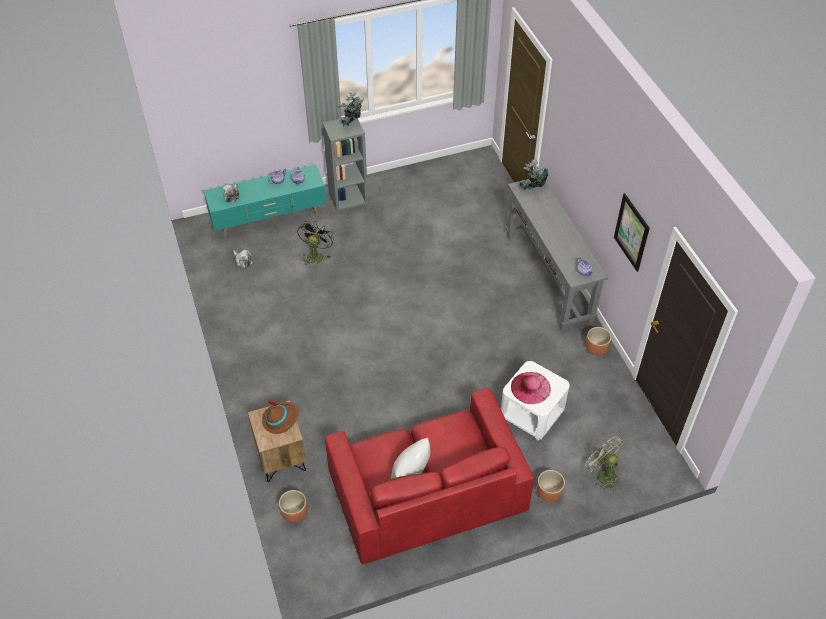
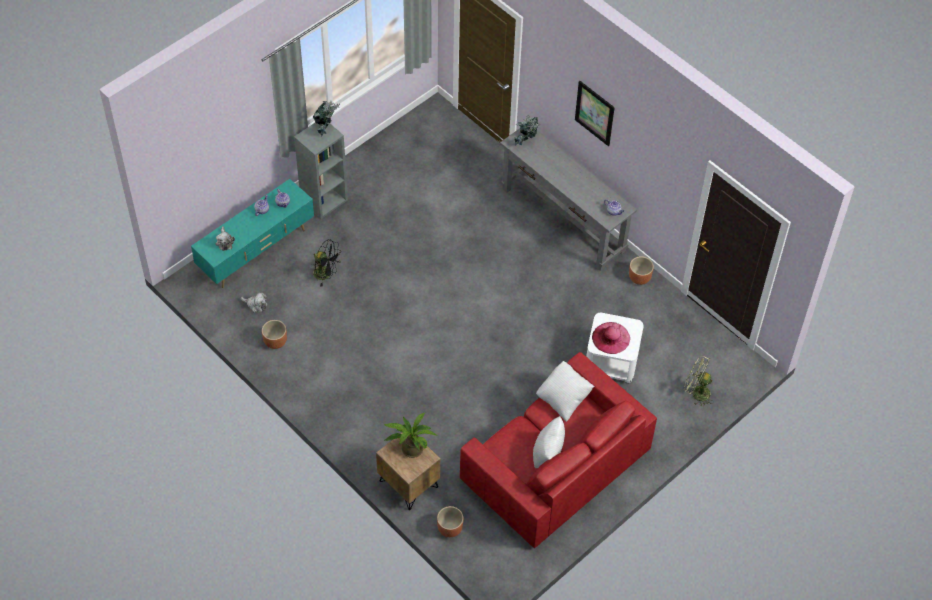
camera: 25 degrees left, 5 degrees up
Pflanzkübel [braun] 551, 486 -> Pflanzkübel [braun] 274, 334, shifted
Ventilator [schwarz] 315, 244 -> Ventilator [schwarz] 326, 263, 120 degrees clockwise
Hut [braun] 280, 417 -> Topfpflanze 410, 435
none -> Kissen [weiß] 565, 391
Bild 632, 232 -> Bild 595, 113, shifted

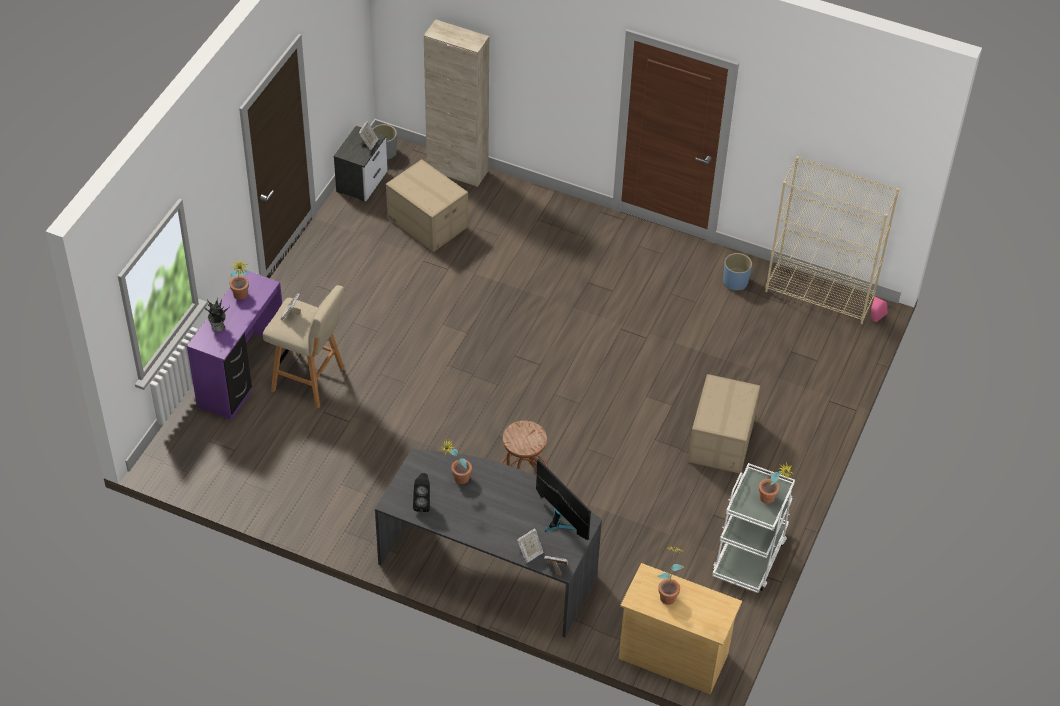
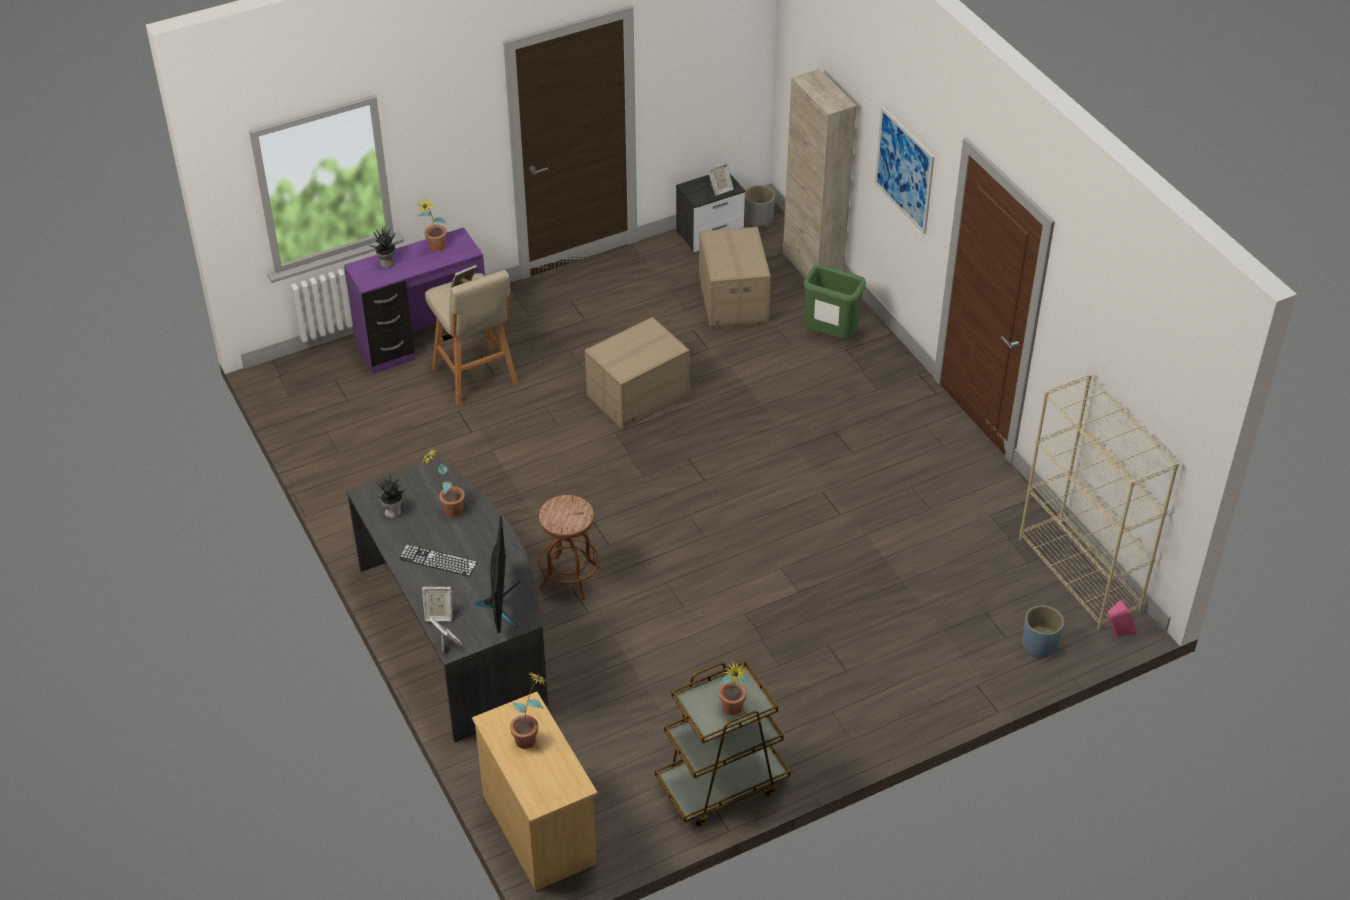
camera: 40 degrees right, 5 degrees down
Lautsprecher [schwarz] 421, 492 -> Topfpflanze 393, 495
none -> Tastatur 438, 560
Karton 724, 424 -> Karton 637, 373, shifted
Rollwagen [weiß] 753, 528 -> Rollwagen [braun] 722, 743
none -> Mülleimer [grün] 834, 302
none -> Bild 904, 170
Pflanzkübel [blau] 737, 271 -> Pflanzkübel [blau] 1043, 631, shifted

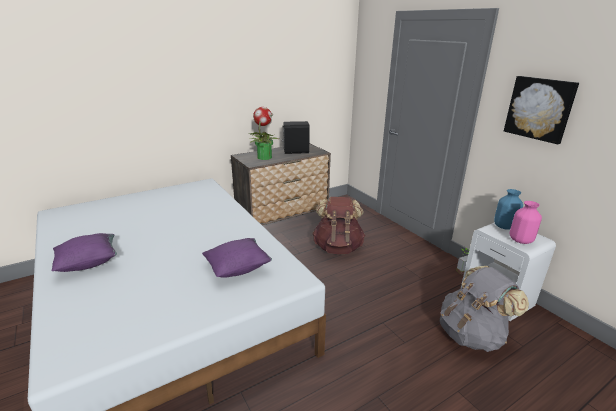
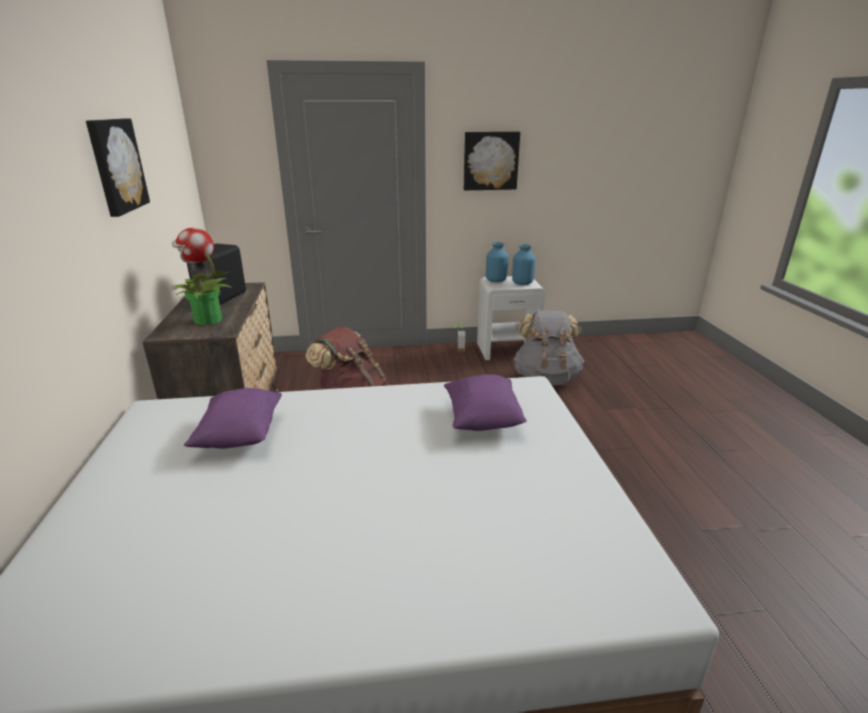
camera: 65 degrees left, 0 degrees up
none -> Bild 118, 167
Kissen [lila] 84, 252 -> Kissen [lila] 233, 418, shifted
Vase [rosa] 525, 222 -> Vase [blau] 523, 264

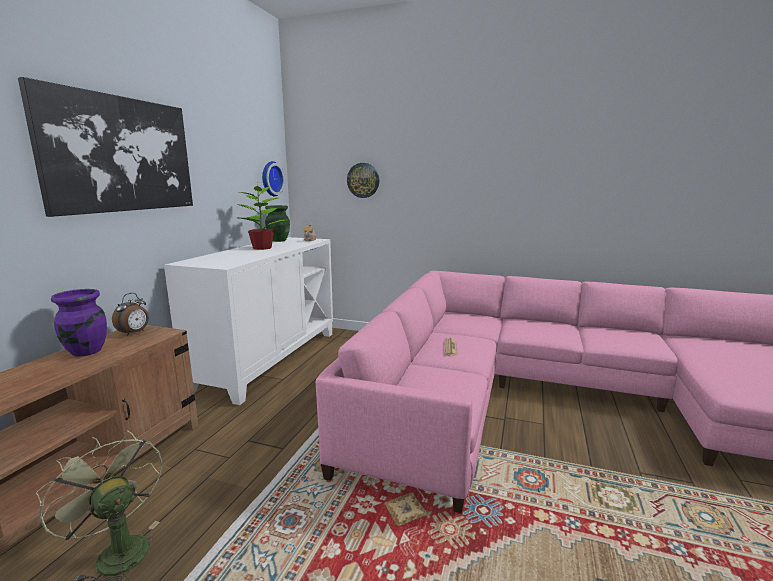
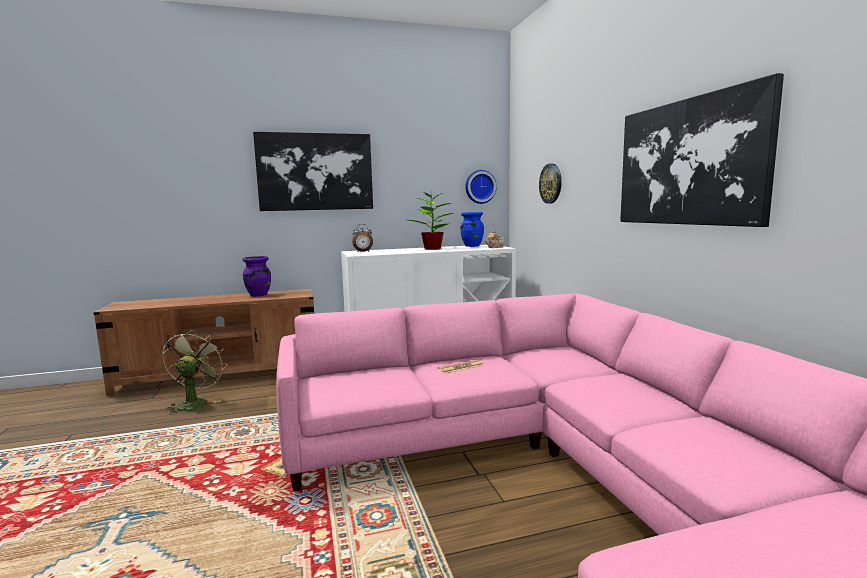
camera: 55 degrees right, 5 degrees down
Wecker 130, 314 -> Wecker 362, 238, shifted
Vase [grün] 277, 223 -> Vase [blau] 472, 229
none -> Bild 702, 150

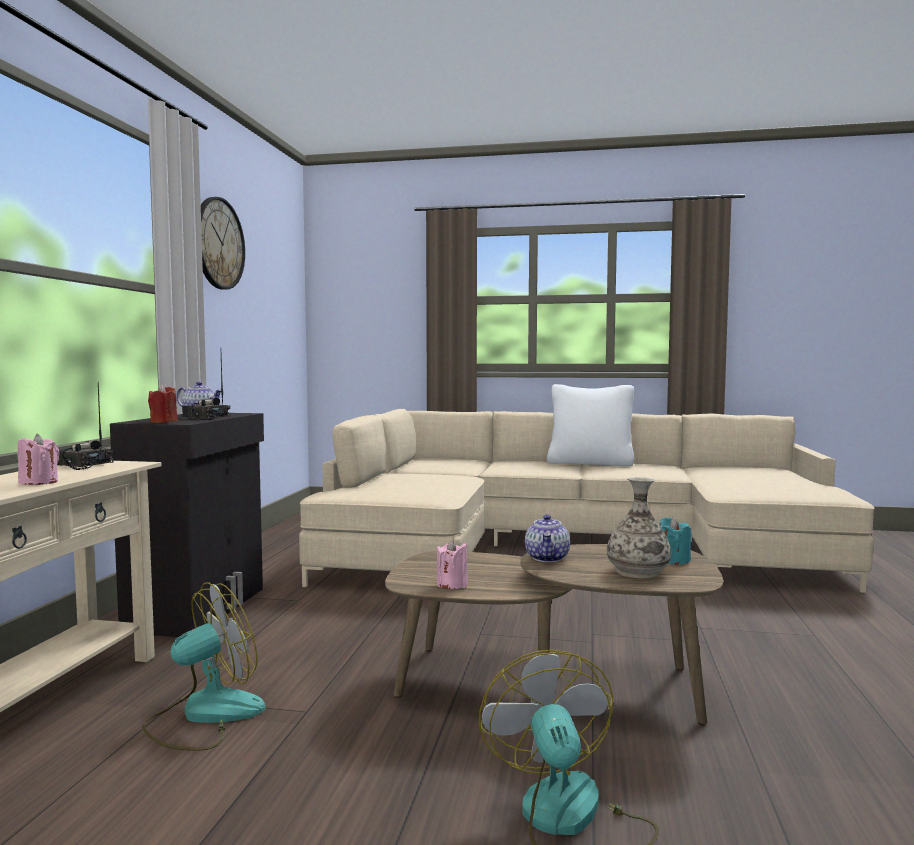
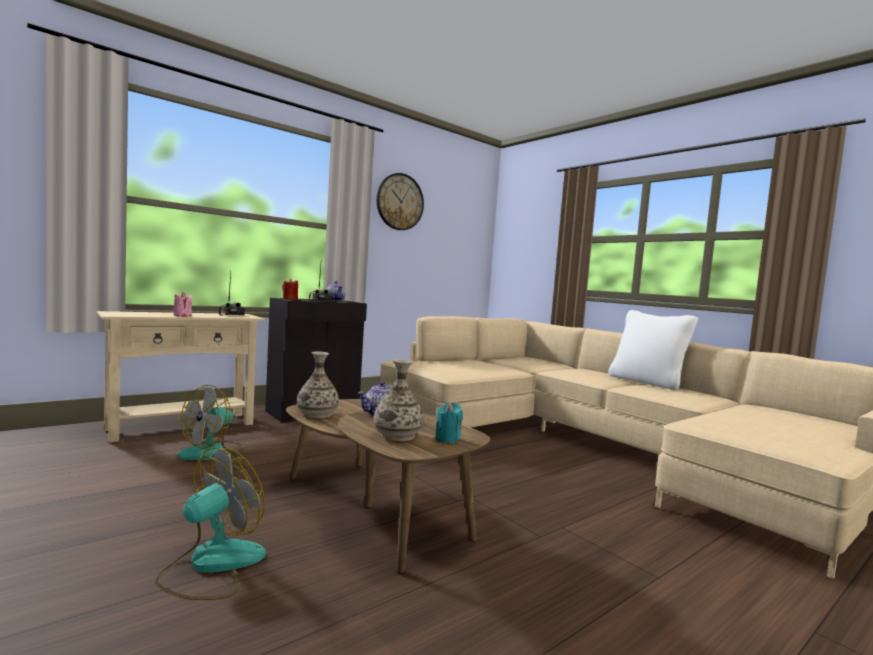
camera: 40 degrees right, 0 degrees up
Ventilator 203, 666 -> Ventilator 211, 422, 120 degrees clockwise
Kerze [rosa] 452, 564 -> Vase 318, 384

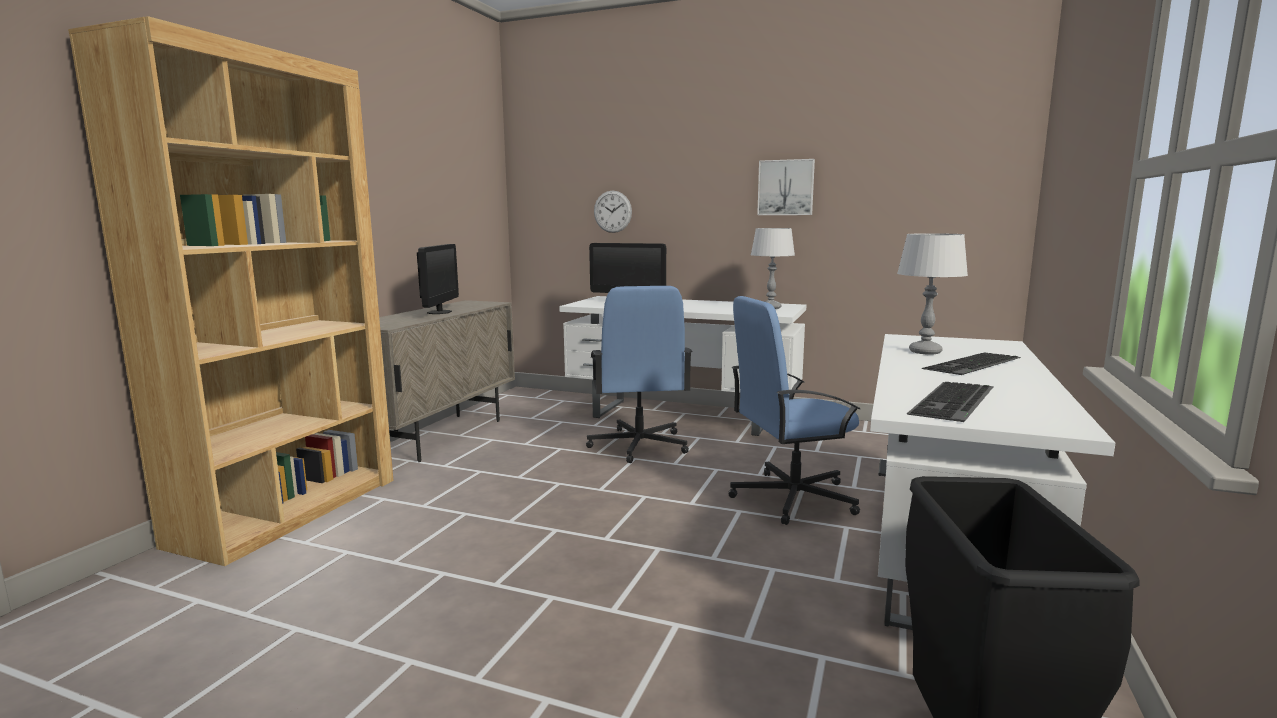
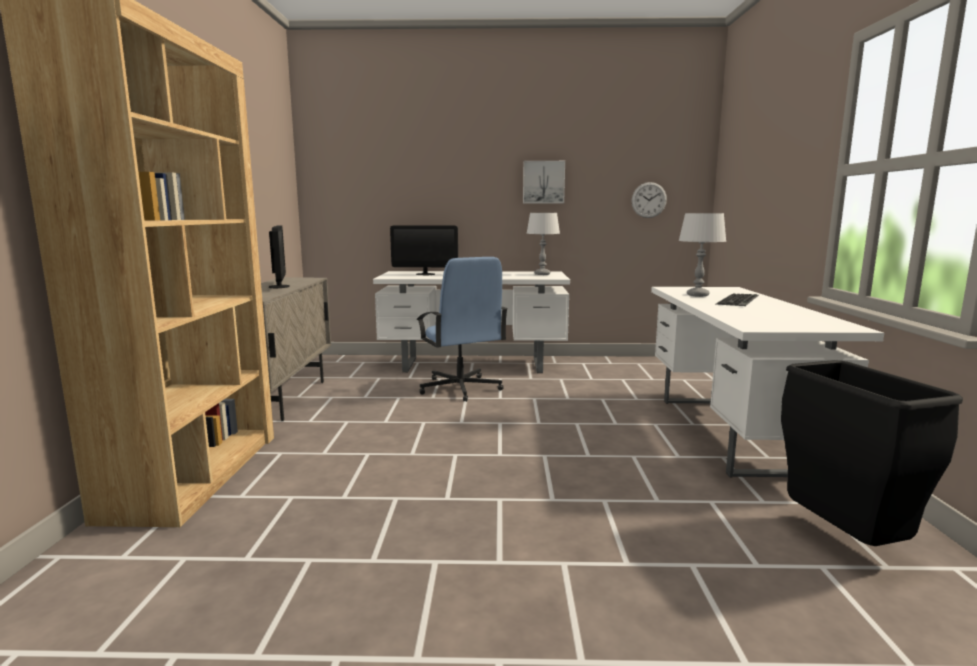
camera: 20 degrees left, 0 degrees up
Wanduhr 613, 212 -> Wanduhr 649, 200, shifted
Bürostuhl [blau] 794, 410 -> none
Tastatur 950, 402 -> none

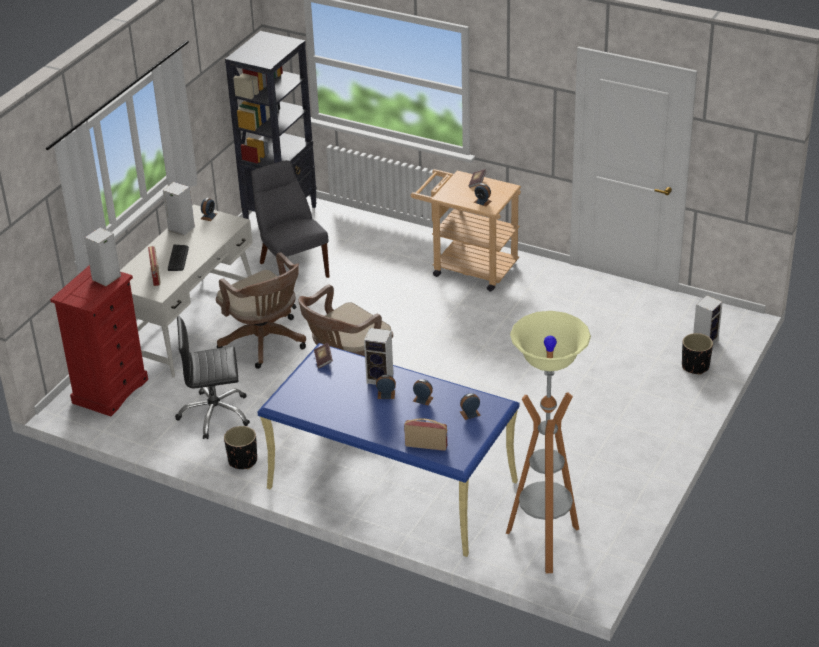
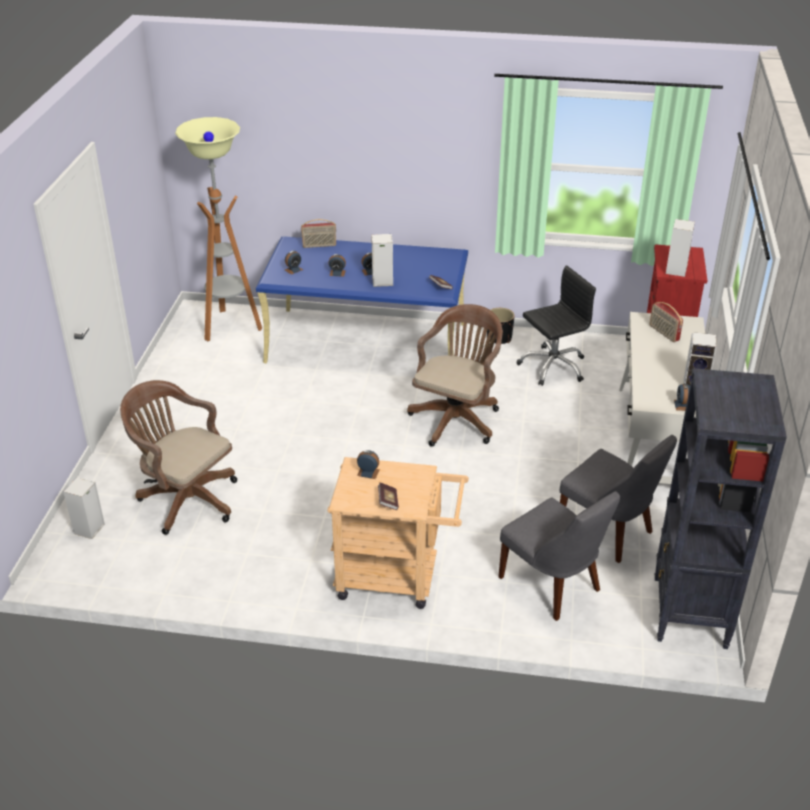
camera: 160 degrees right, 0 degrees up
Bürostuhl [braun] 261, 310 -> Bürostuhl [braun] 178, 457, shifted
none -> Stuhl [grau] 559, 556
Tastatur 178, 258 -> none
Pflanzkübel [schwarz] 697, 354 -> none

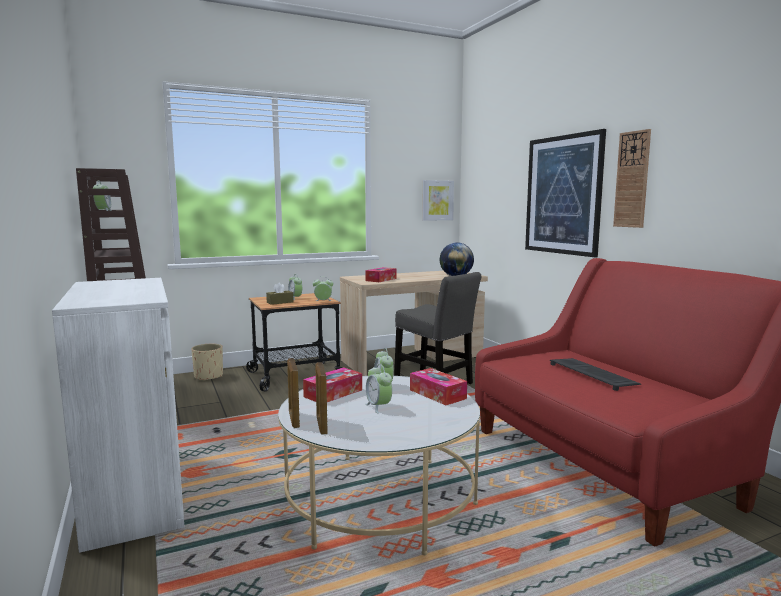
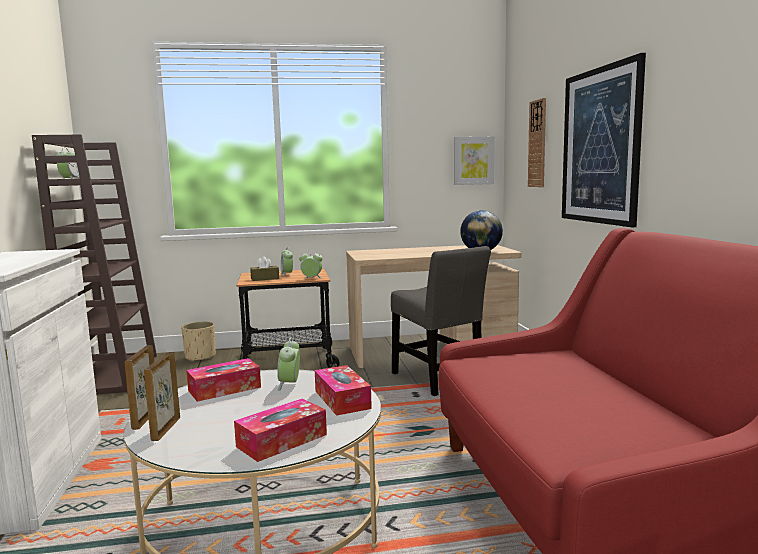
camera: 15 degrees right, 0 degrees up
Taschentuchbox 381, 274 -> Taschentuchbox 280, 430, shifted
Wanduhr 632, 178 -> Wanduhr 537, 142, shifted
Wecker 378, 389 -> none
Tastatur 595, 374 -> none

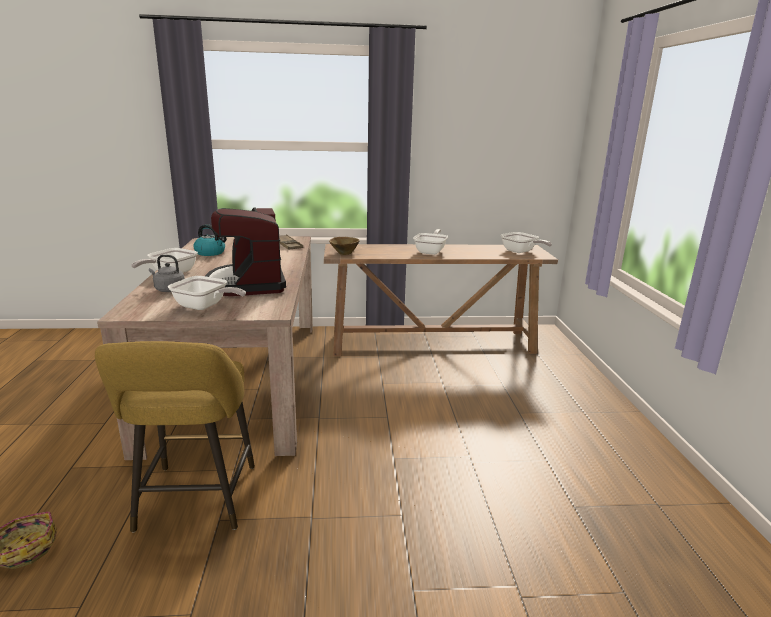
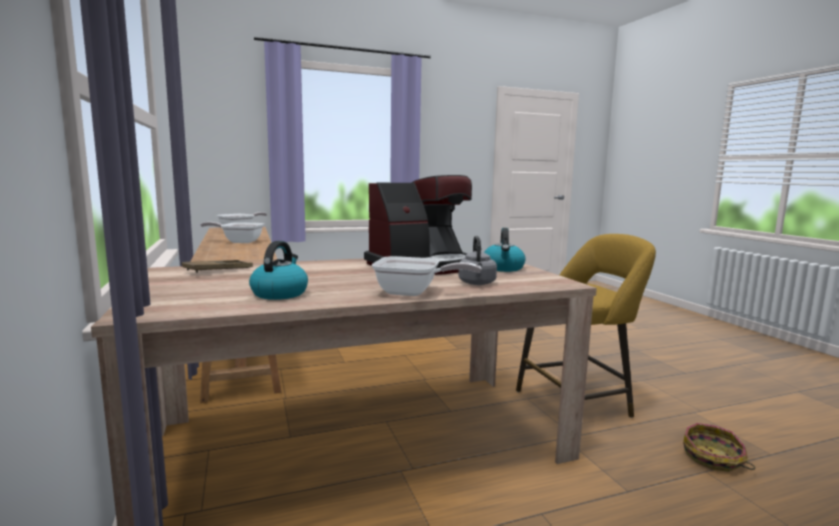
camera: 105 degrees left, 10 degrees down
Pfanne 207, 293 -> Wasserkessel 505, 250
Schüssel [braun] 344, 246 -> none

